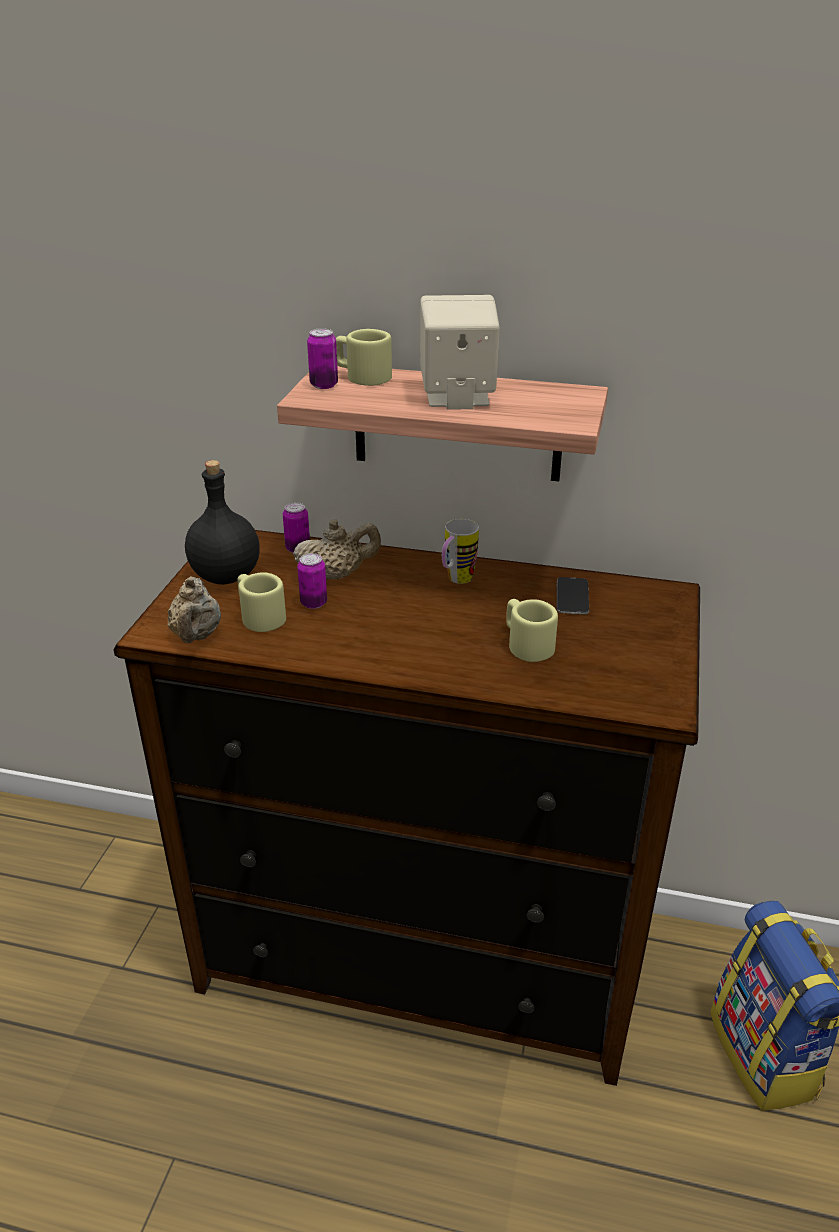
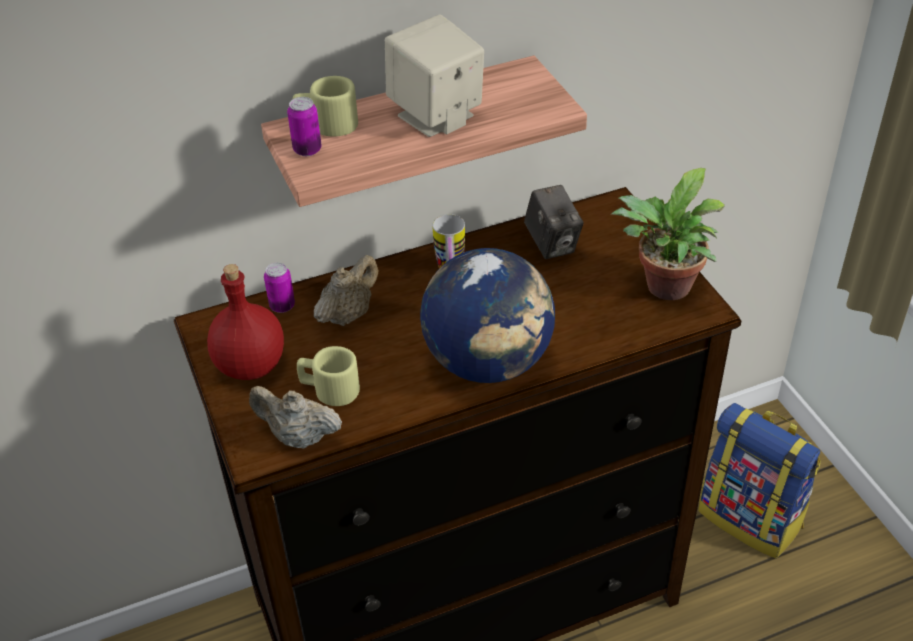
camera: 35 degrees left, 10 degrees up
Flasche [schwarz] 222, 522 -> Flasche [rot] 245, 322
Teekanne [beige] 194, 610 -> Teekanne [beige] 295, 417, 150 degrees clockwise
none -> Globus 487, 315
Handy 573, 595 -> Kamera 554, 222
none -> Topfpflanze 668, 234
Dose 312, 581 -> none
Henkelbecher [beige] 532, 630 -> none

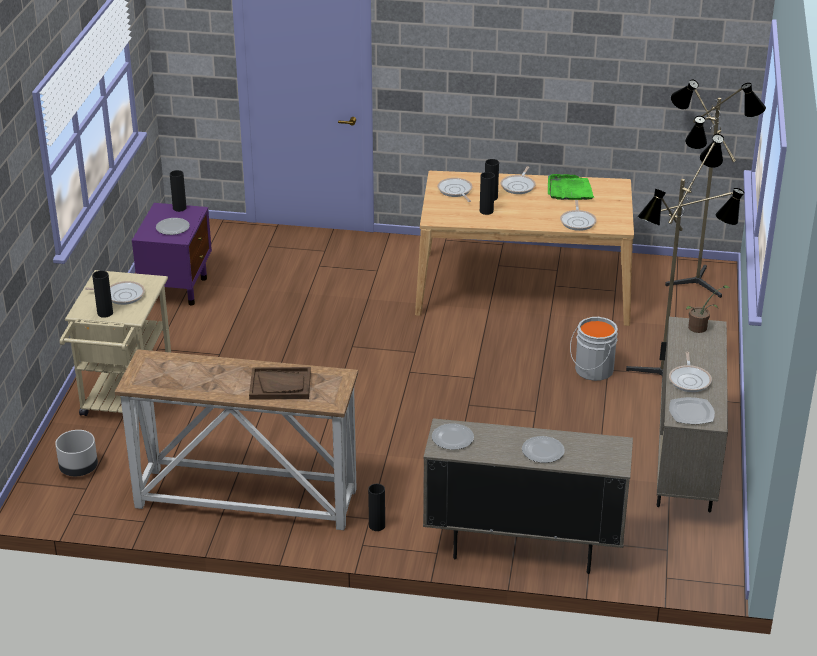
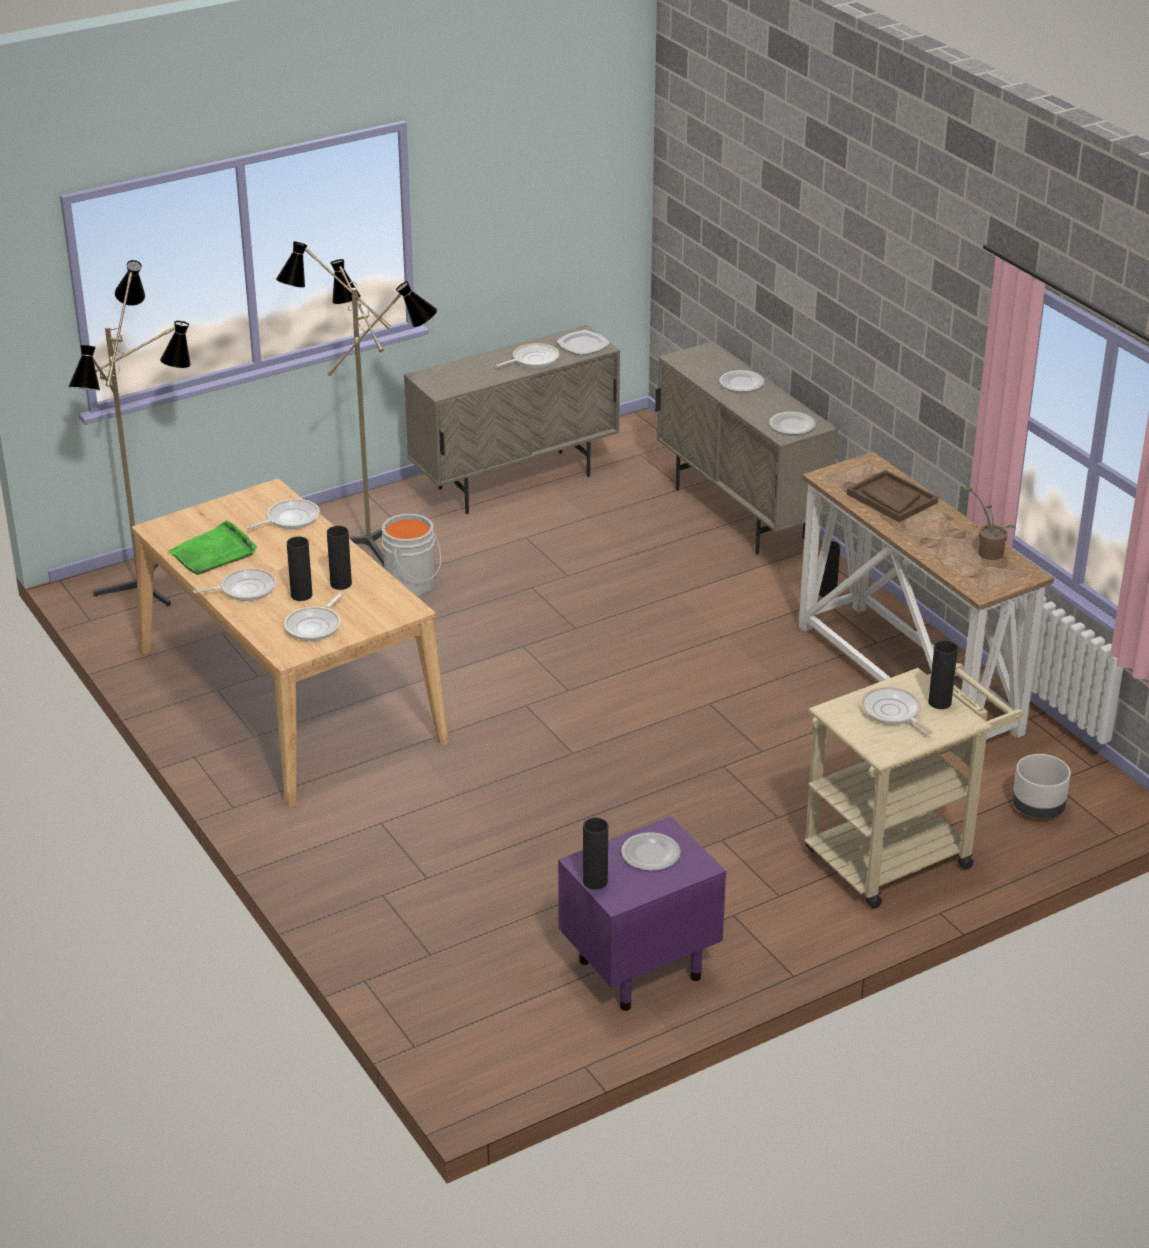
camera: 130 degrees left, 0 degrees up
Topfpflanze 708, 309 -> Topfpflanze 990, 523, shifted

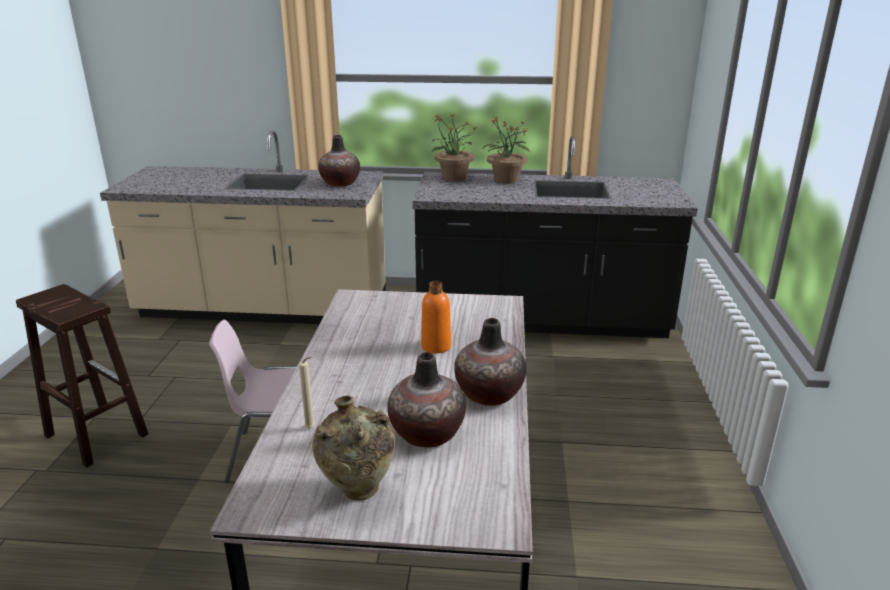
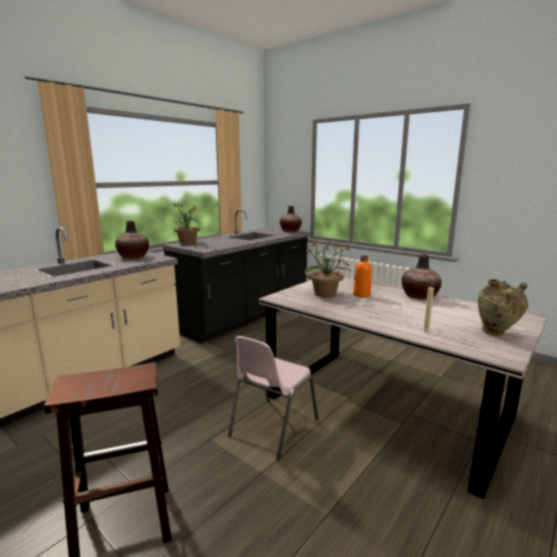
camera: 55 degrees left, 10 degrees down
Vase 426, 399 -> Vase 291, 219, shifted
Topfpflanze 507, 150 -> Topfpflanze 328, 270, shifted

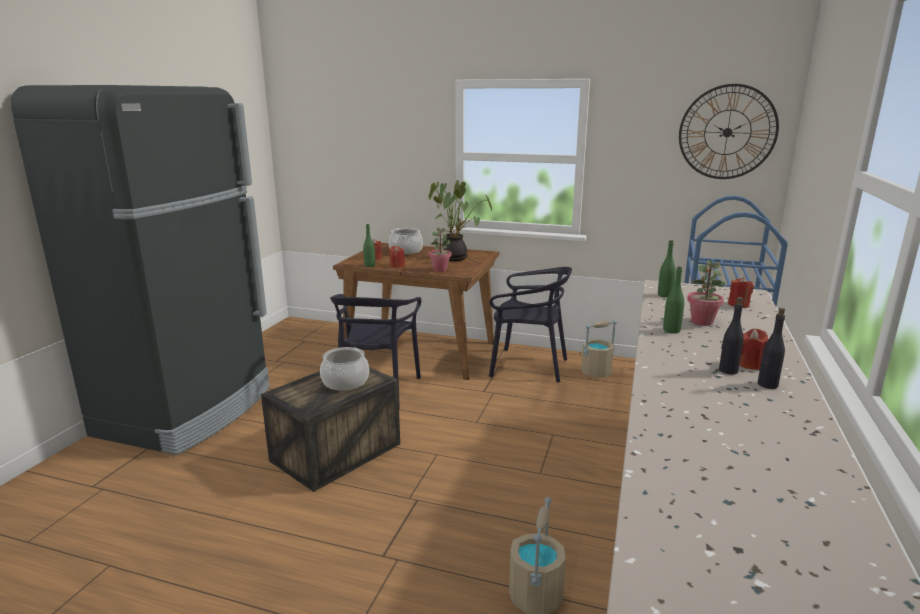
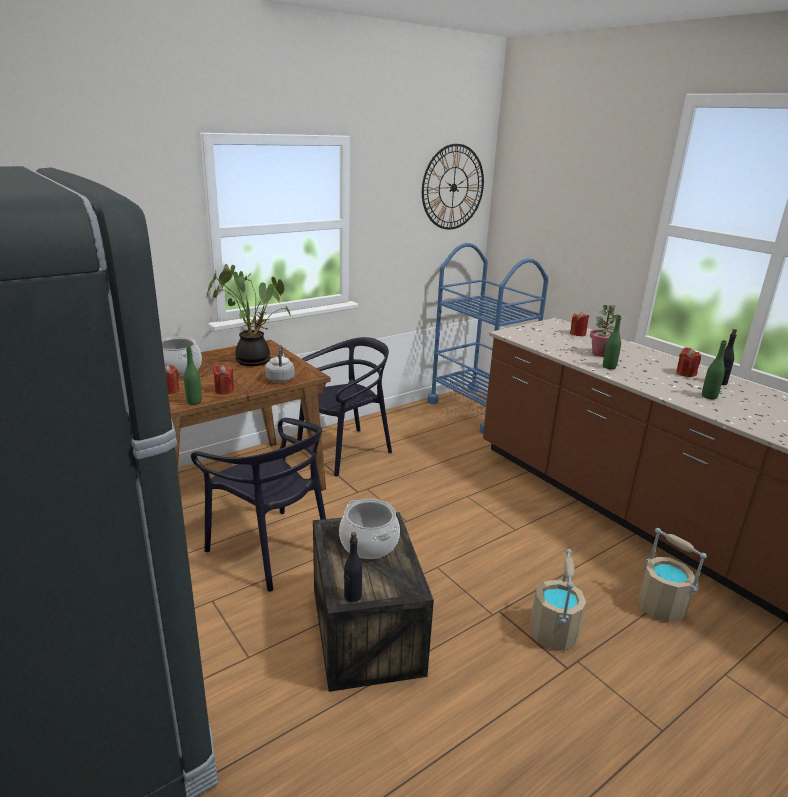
camera: 55 degrees left, 5 degrees up
Topfpflanze 440, 250 -> Wasserkessel [grau] 280, 364
Flasche [schwarz] 731, 336 -> Flasche [schwarz] 353, 567, shifted
Eimer [beige] 599, 349 -> Eimer [beige] 558, 599, shifted
Flasche [grün] 667, 269 -> Flasche [grün] 714, 369, shifted

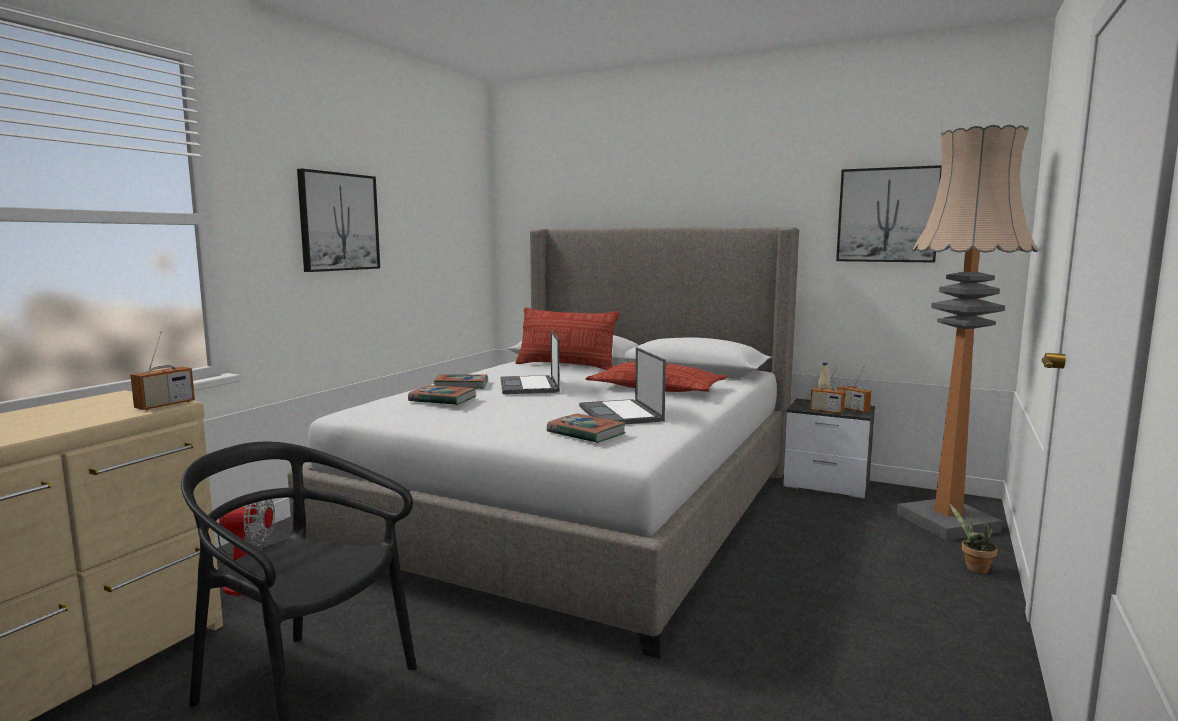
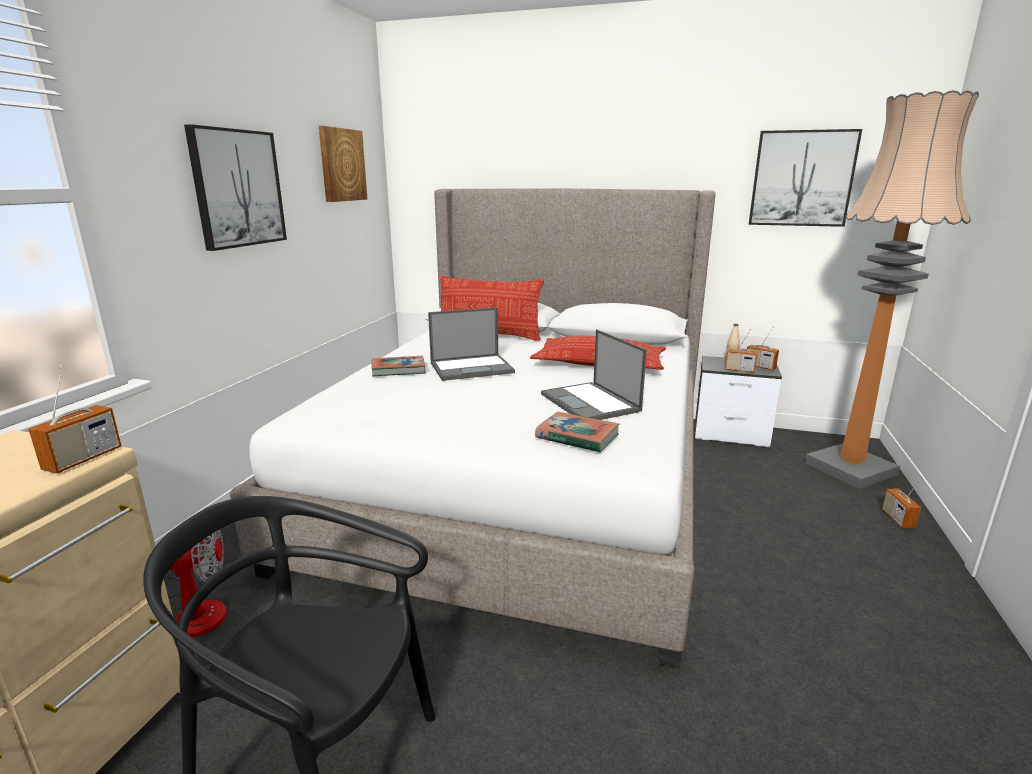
camera: 10 degrees left, 10 degrees up
none -> Bild 343, 164
Laptop 530, 362 -> Laptop 471, 344, 90 degrees counterclockwise
Topfpflanze 973, 538 -> Radio 902, 502
Buch 442, 395 -> none

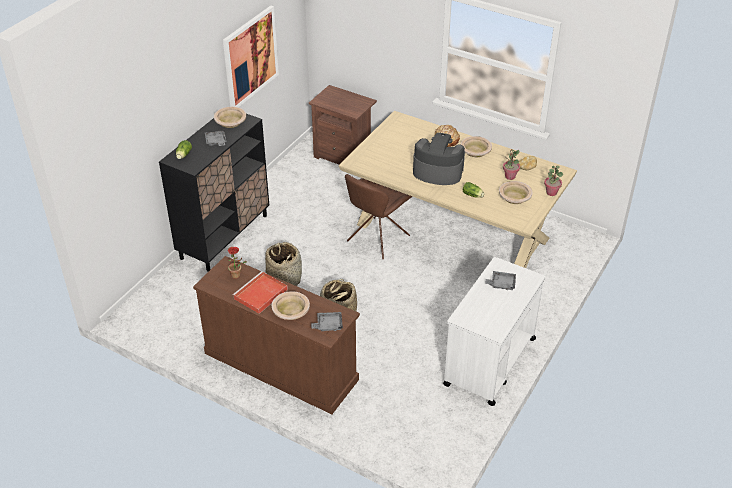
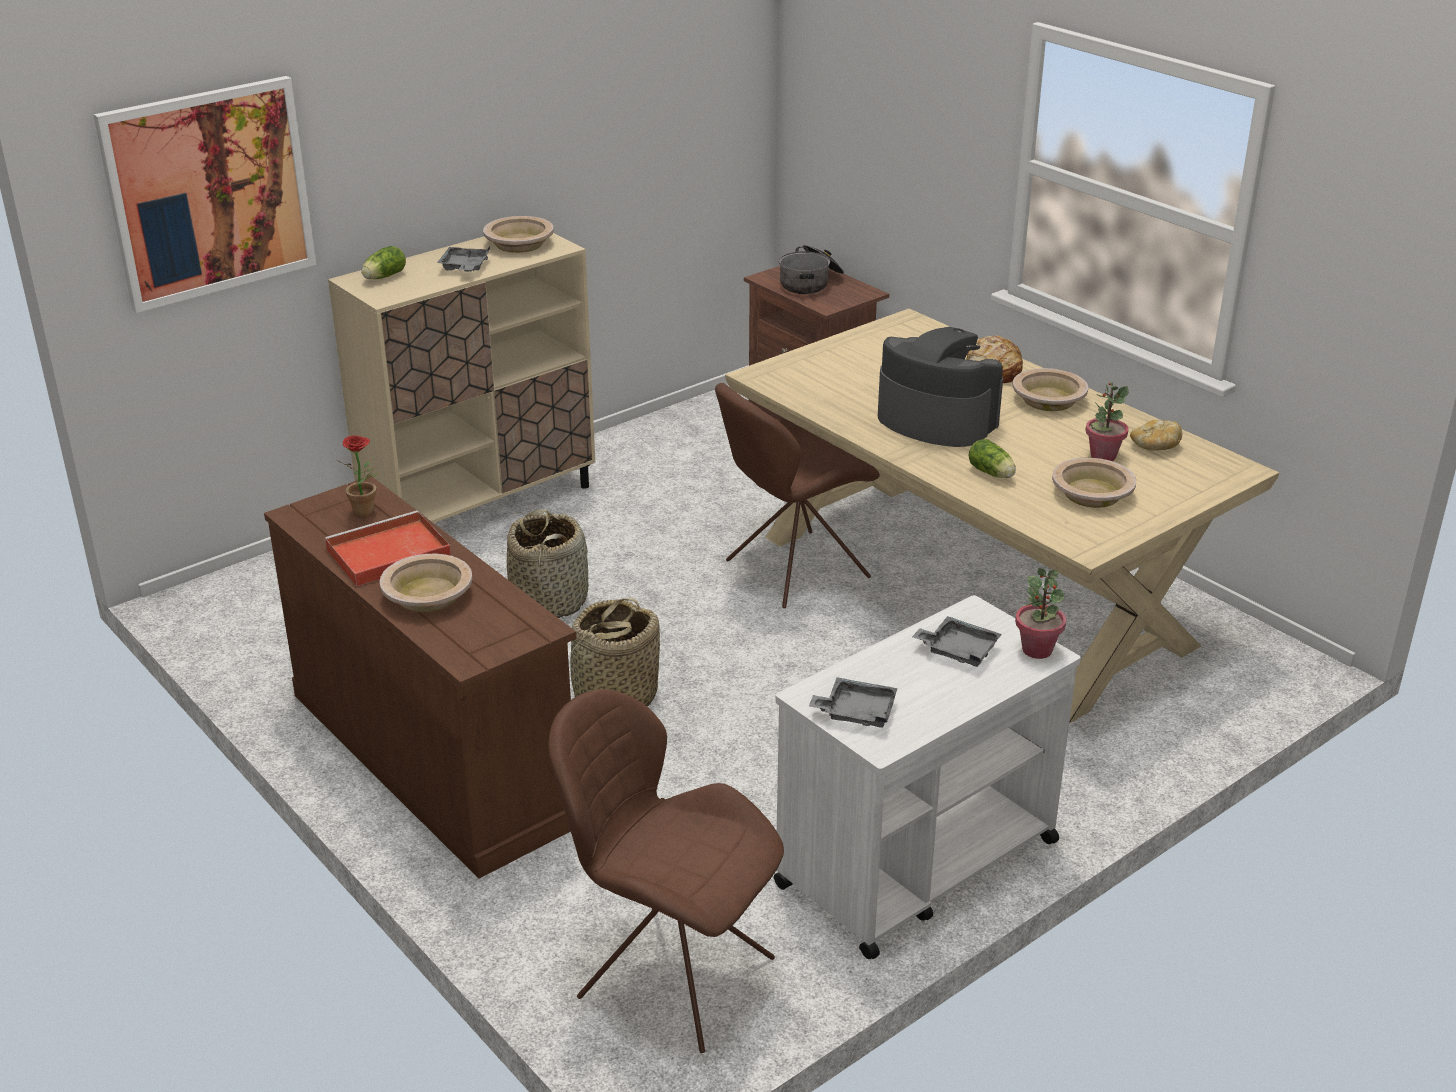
camera: 20 degrees right, 10 degrees down
Bild 251, 56 -> Bild 205, 194, shifted
Schrank [schwarz] 214, 193 -> Schrank [beige] 461, 378
none -> Stuhl [braun] 666, 871
none -> Kochtopf 811, 269
Tablett [grau] 327, 321 -> Tablett [grau] 853, 702, shifted
Topfpflanze 553, 180 -> Topfpflanze 1041, 613, shifted

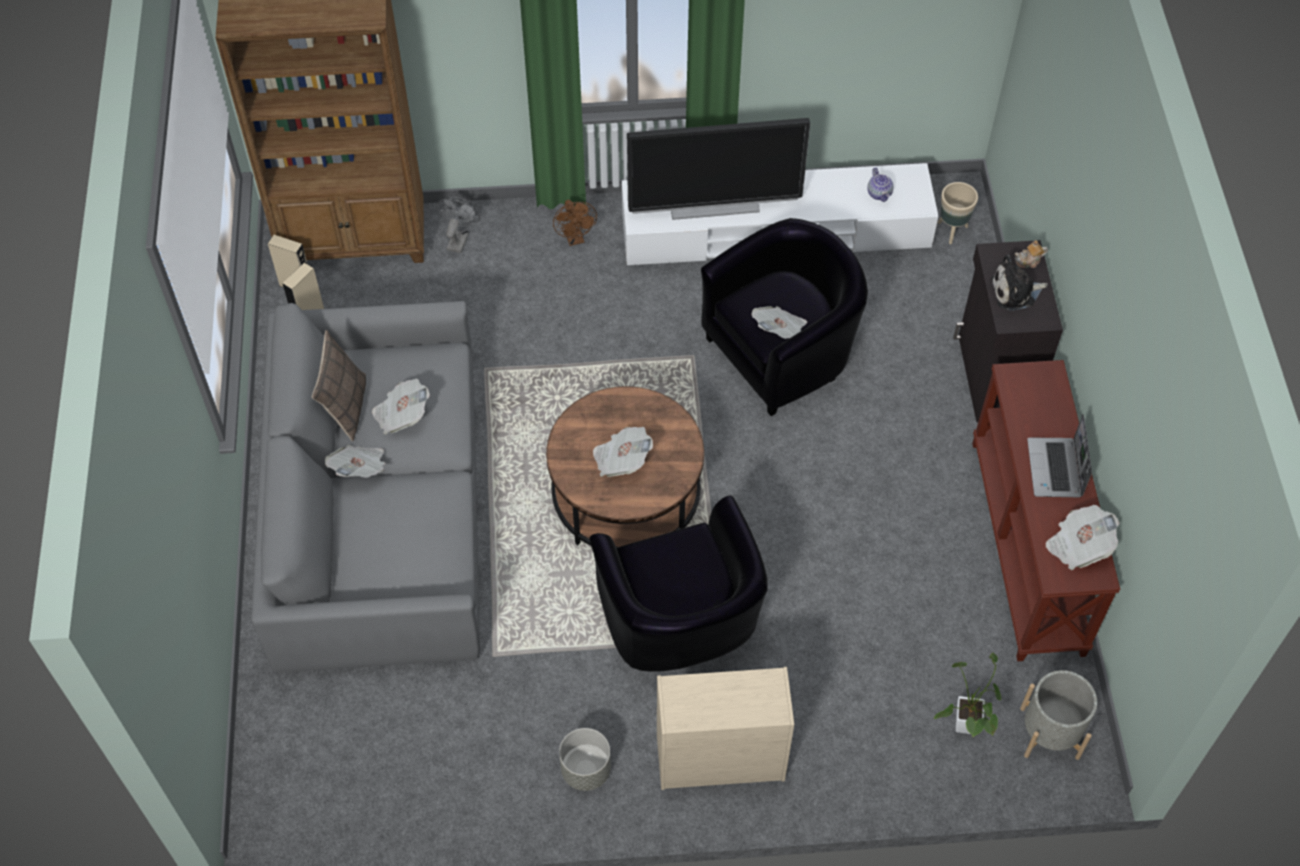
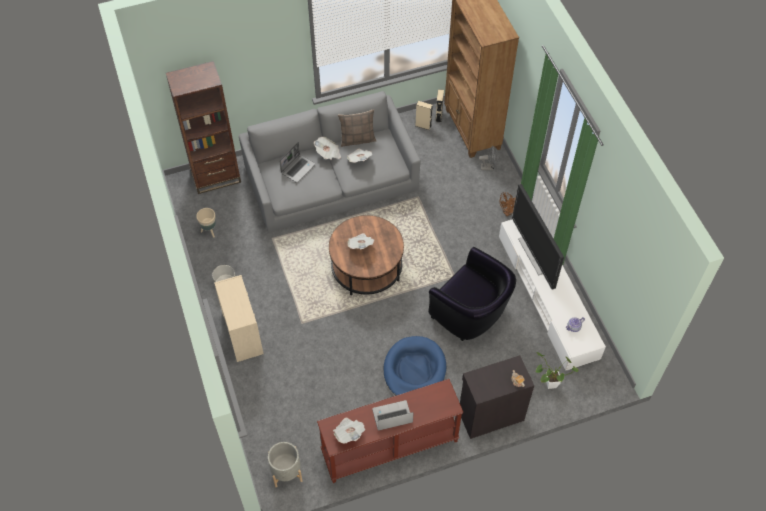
camera: 75 degrees right, 0 degrees up
none -> Bücherregal [braun] 203, 127
Pflanzkübel [beige] 958, 213 -> Pflanzkübel [beige] 206, 223, shifted
none -> Laptop 297, 162
none -> Hundebett [blau] 414, 366
Topfpflanze 967, 695 -> Topfpflanze 556, 370, shifted
Sessel [schwarz] 678, 584 -> none
Zeitung 779, 322 -> none
Plüschtier 1019, 283 -> none

